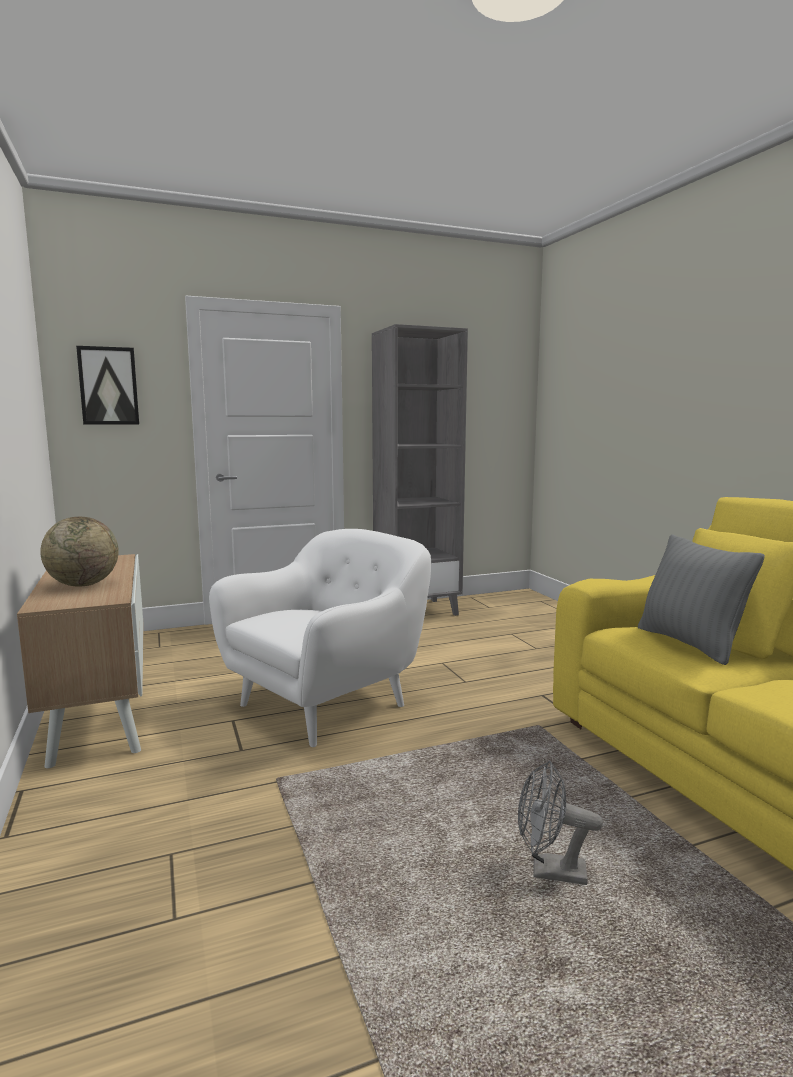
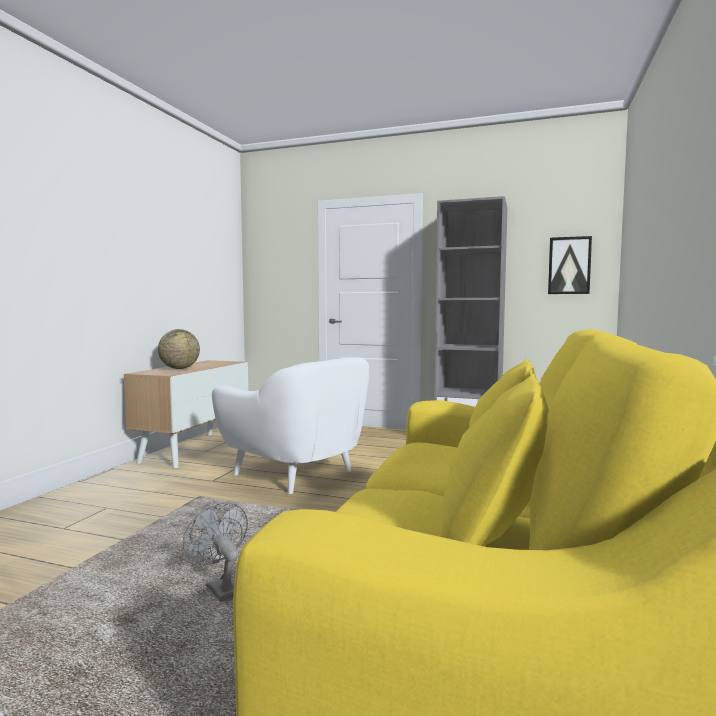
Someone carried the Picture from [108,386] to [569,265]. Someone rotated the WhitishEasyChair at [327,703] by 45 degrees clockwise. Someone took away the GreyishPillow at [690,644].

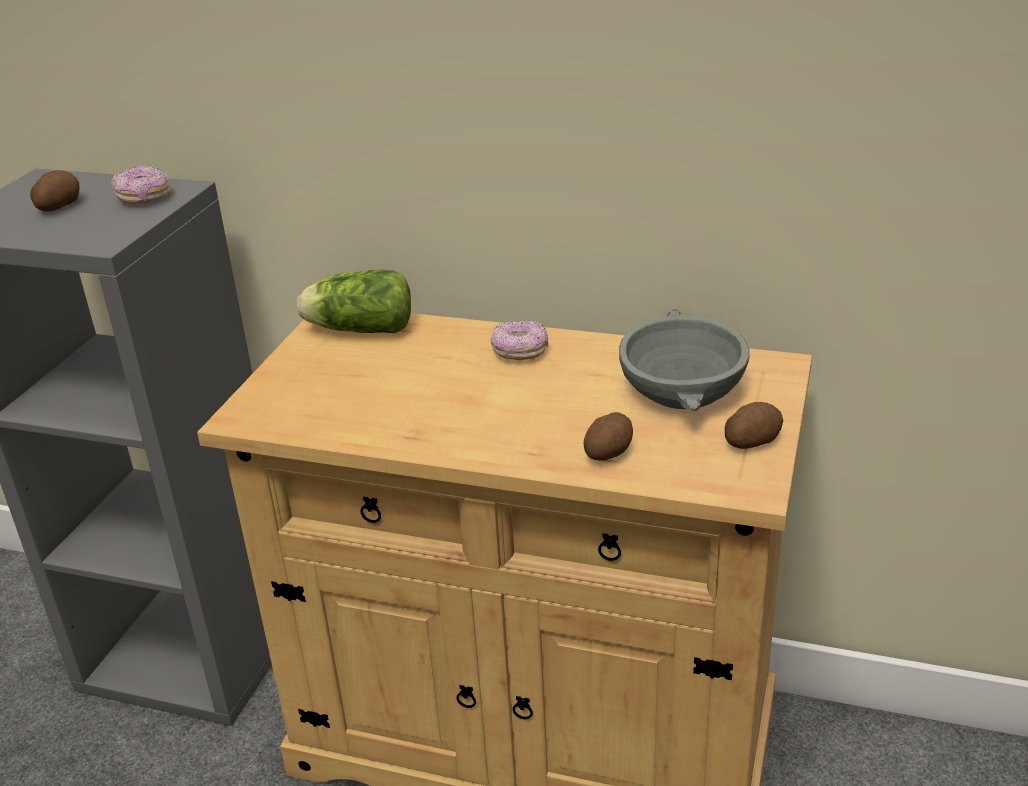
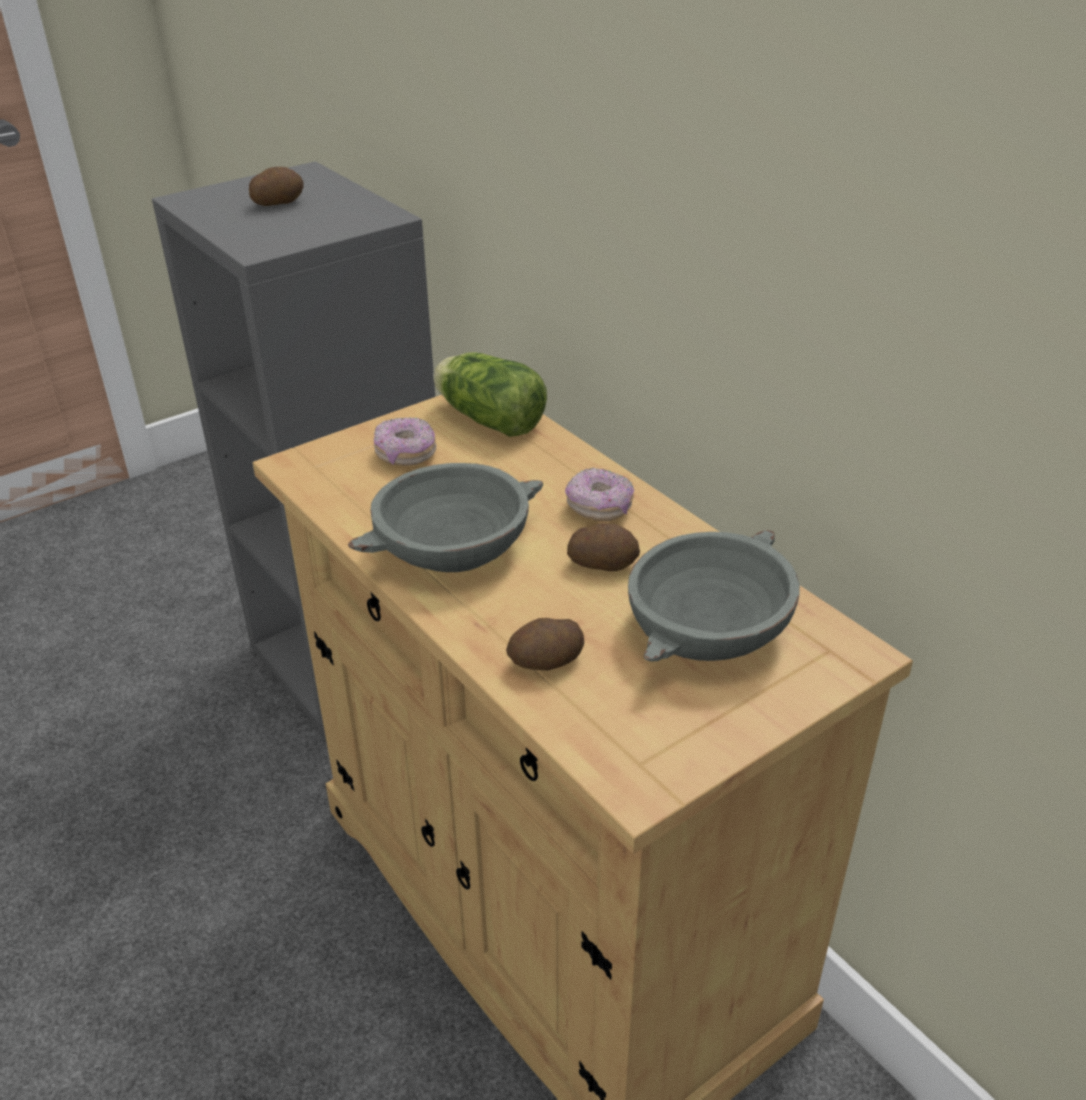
Someone carried the Donut from [144,198] to [405,454]. Someone carried the Spud from [751,441] to [603,563]. Someone put down the GreyishDeepDish at [452,546].

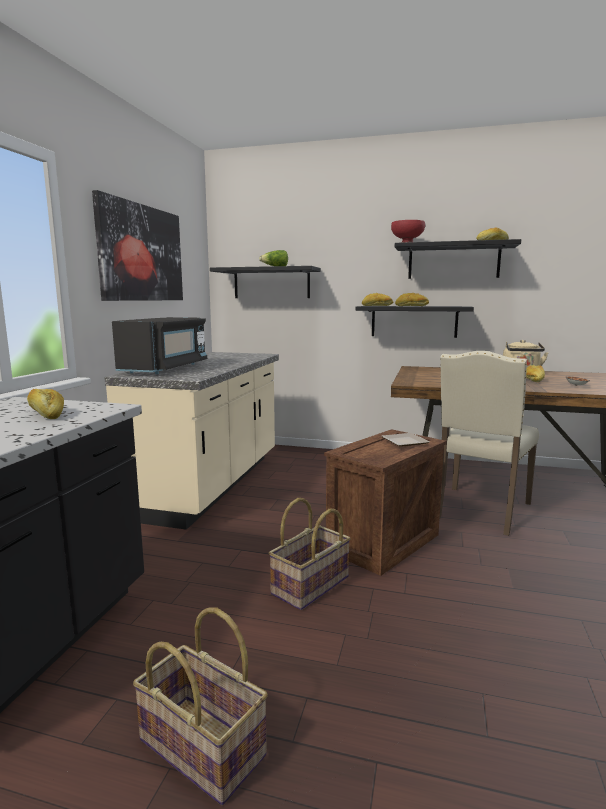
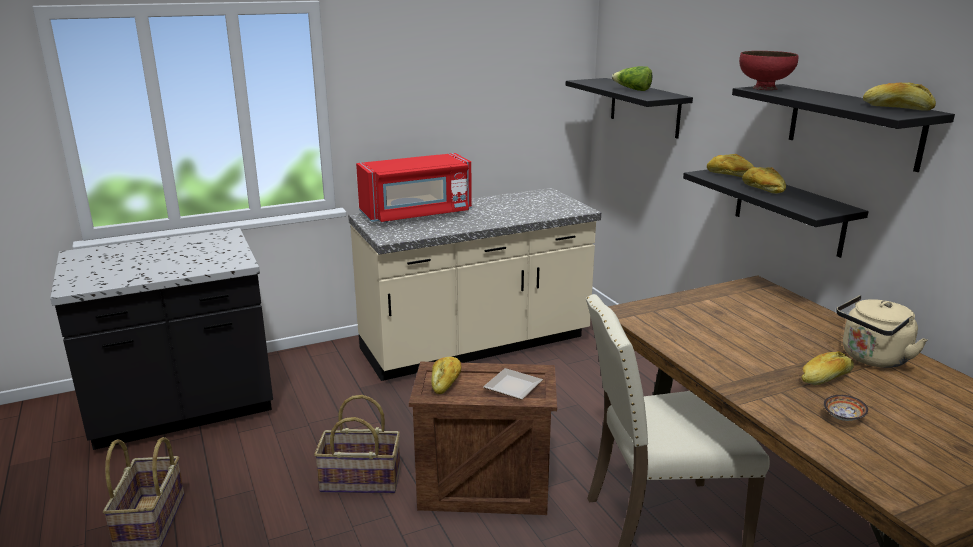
Someone carried the BakedBread from [47,414] to [446,381]. Someone took away the Picture at [141,253]. Someone repainted the BlackishKitchenMicrowave at [165,368], which became the ReddishKitchenMicrowave at [416,214].

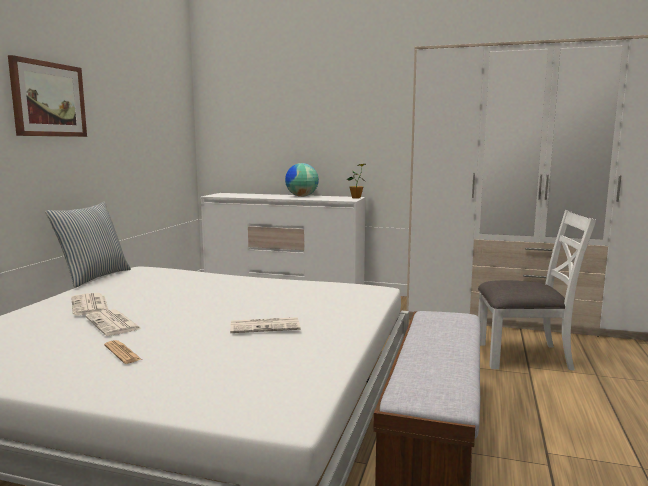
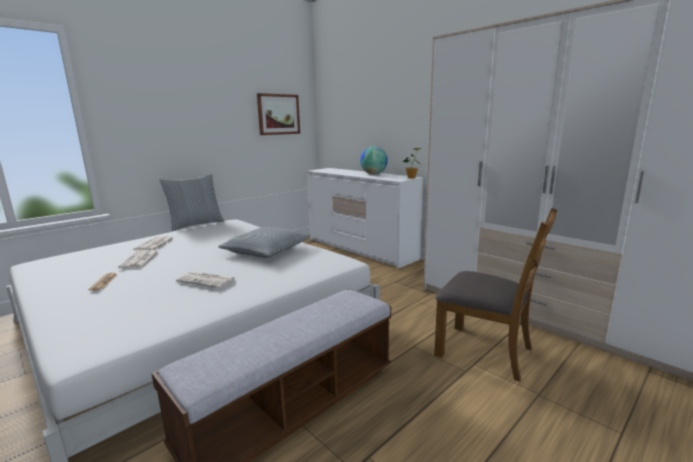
Someone carried the Picture from [48,99] to [278,114]. Someone repainted the WhitishPlainChair at [524,356], which became the BrownColouredPlainChair at [485,351]. Someone put down the Pillow at [265,251].

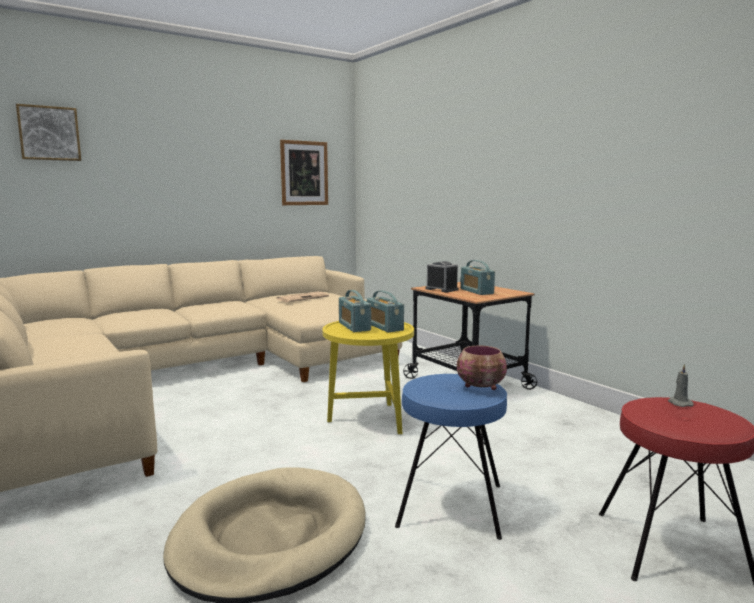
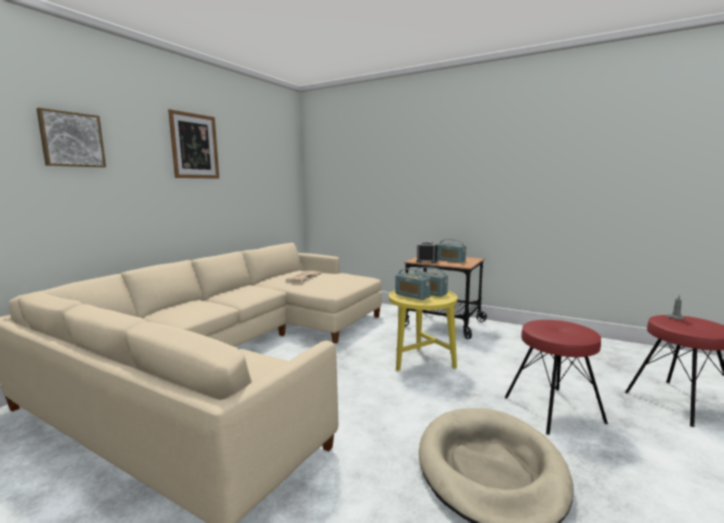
Someone carried the Picture from [304,173] to [194,146]. Someone repainted the BlueStoolSeat at [451,505], which became the ReddishStoolSeat at [553,409]. Someone took away the DeepDish at [482,387].

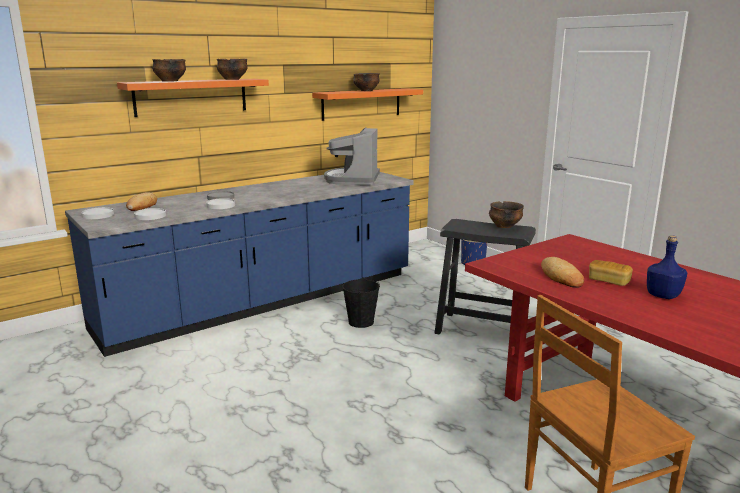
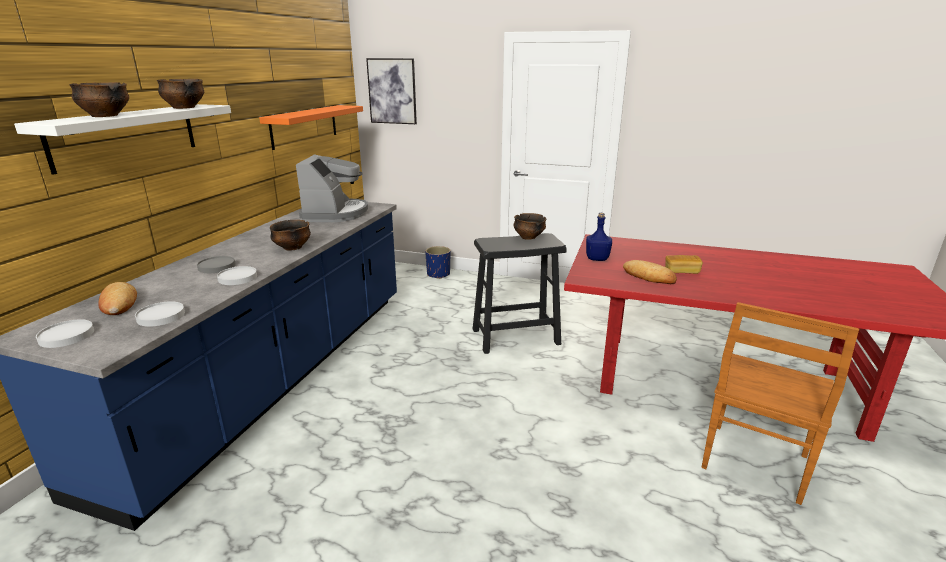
Someone repainted the OrangeyWallShelf at [191,97], which became the WhitishWallShelf at [126,135]. Someone rotated the CoffeeMachine at [353,179] by 150 degrees counterclockwise. Someone took away the BlackishWaterBucket at [360,322]. Someone carried the DeepDish from [366,91] to [292,248]. Someone carried the BlueBeverageBottle from [663,295] to [597,258]. Someone put up the Picture at [392,91].

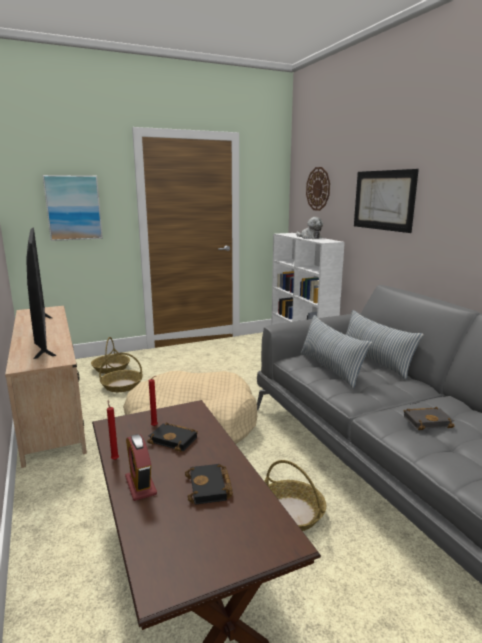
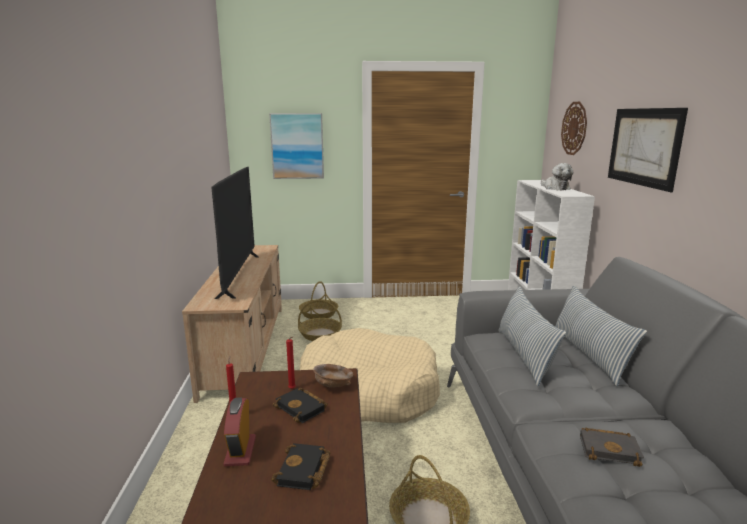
Someone put down the BrownColouredDeepDish at [333,385].

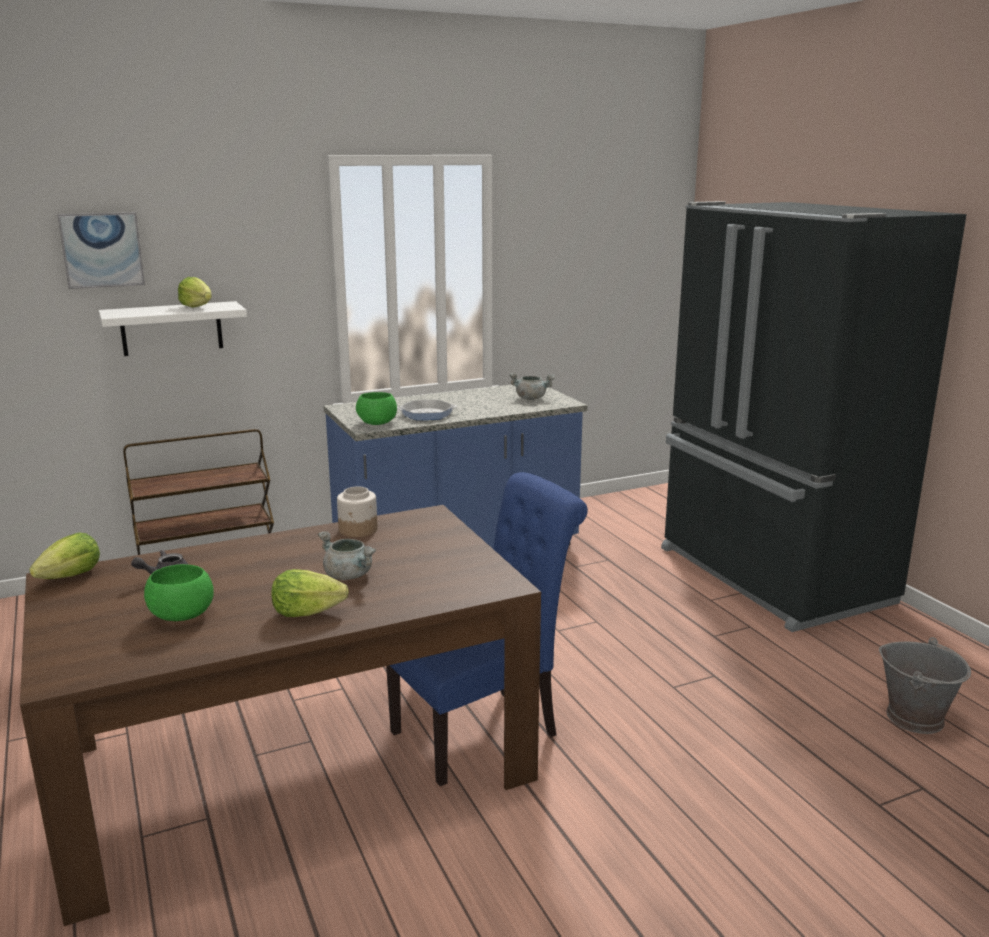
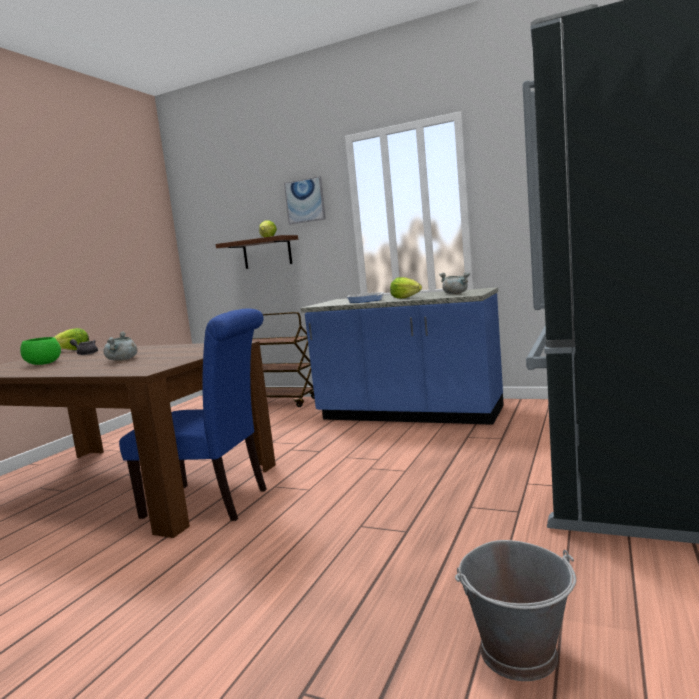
Someone carried the Picture from [102,250] to [305,201]. Someone repainted the WhitishWallShelf at [171,328], which became the BrownColouredWallShelf at [267,253]. Someone carried the LettuceHead from [306,612] to [405,298]. Someone took away the StorageJar at [358,530]. Someone took away the GreenColouredDeepDish at [377,423].

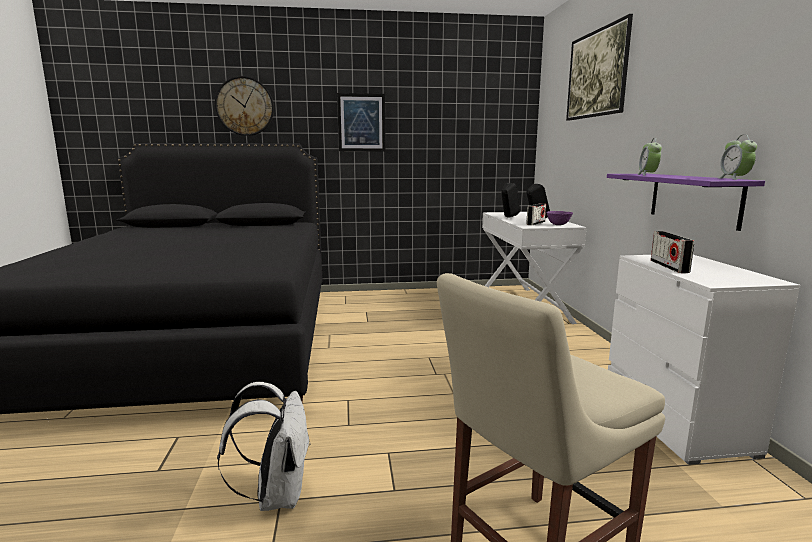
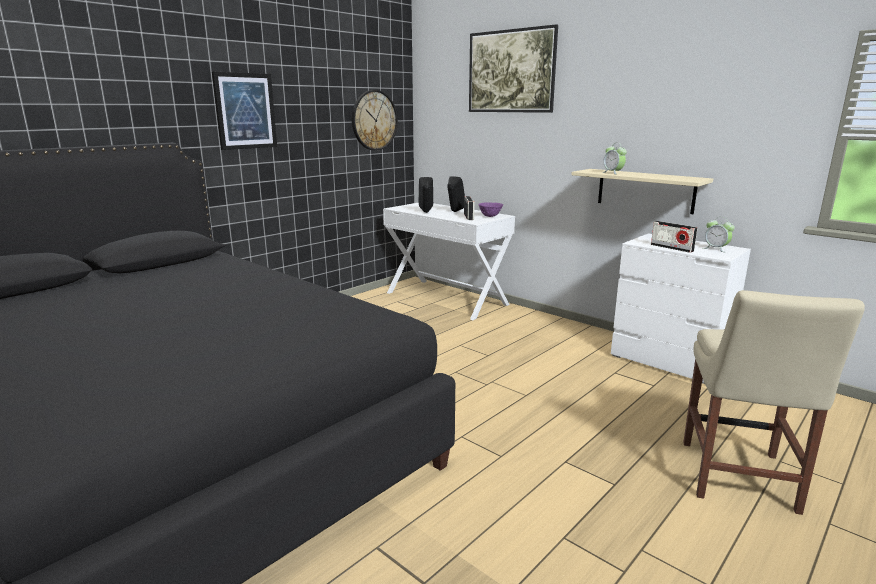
Someone carried the WallClock from [245,106] to [374,120]. Someone took away the WhitishBackpack at [277,495]. Someone repainted the PurpleWallShelf at [694,199], which became the BeigeColouredWallShelf at [645,190]. Someone carried the AlarmClock from [734,179] to [716,249].

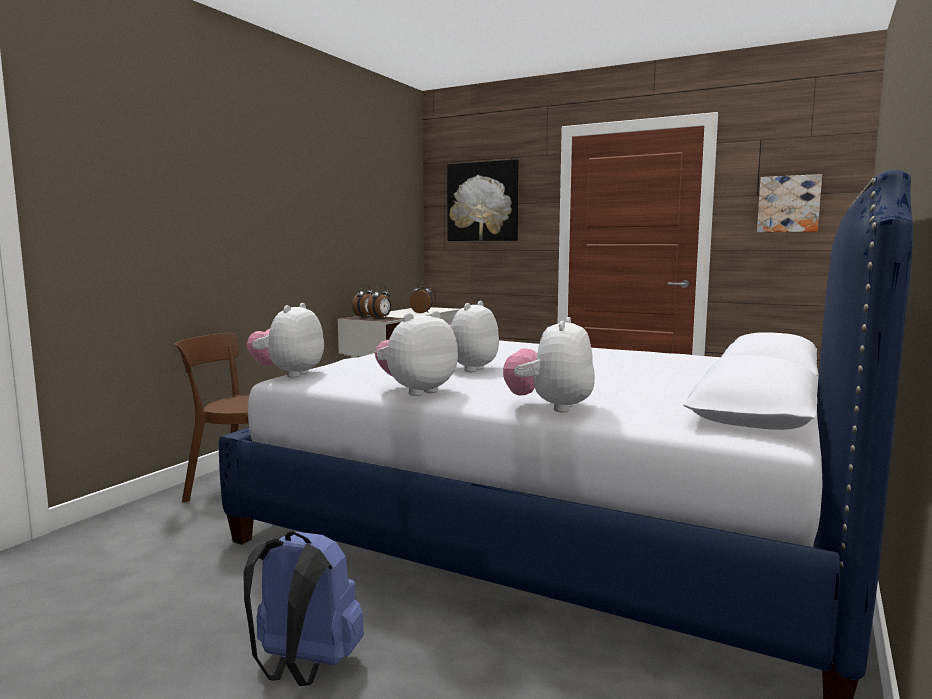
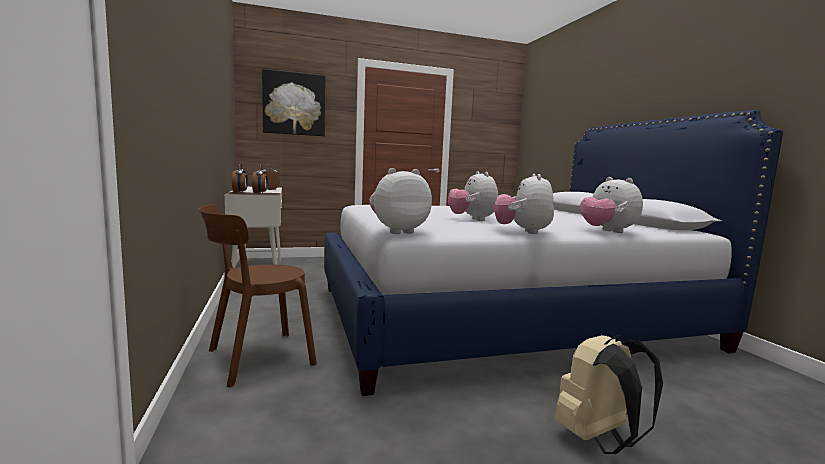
Someone repainted the BlueBackpack at [303,668], which became the BeigeColouredBackpack at [598,440]. Someone rotated the CuddlyToy at [289,374] by 90 degrees clockwise. Someone took away the Picture at [789,204].

